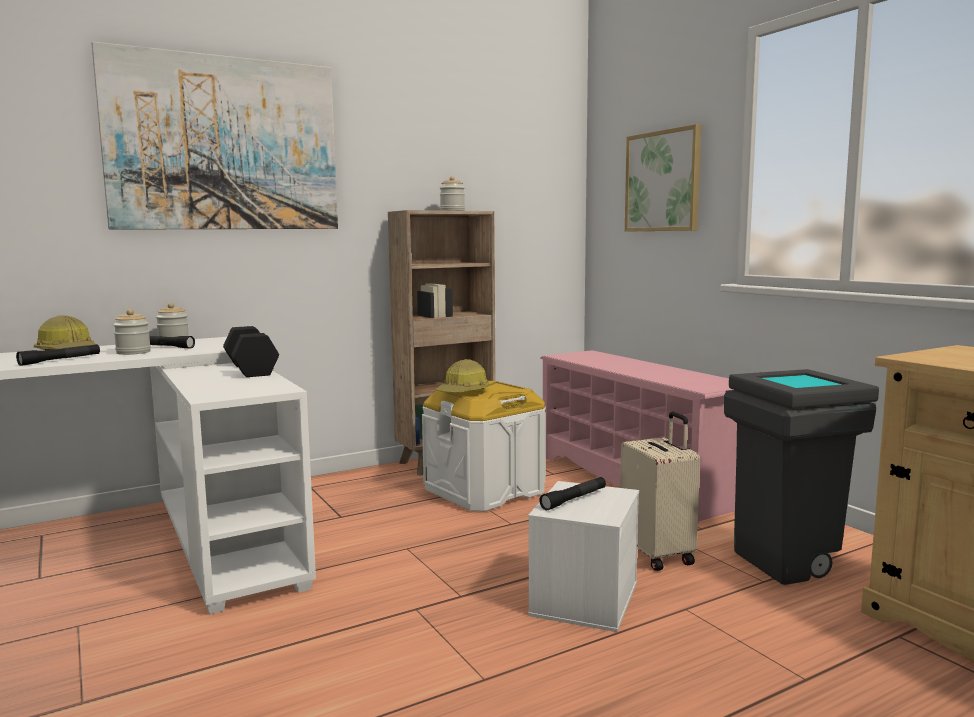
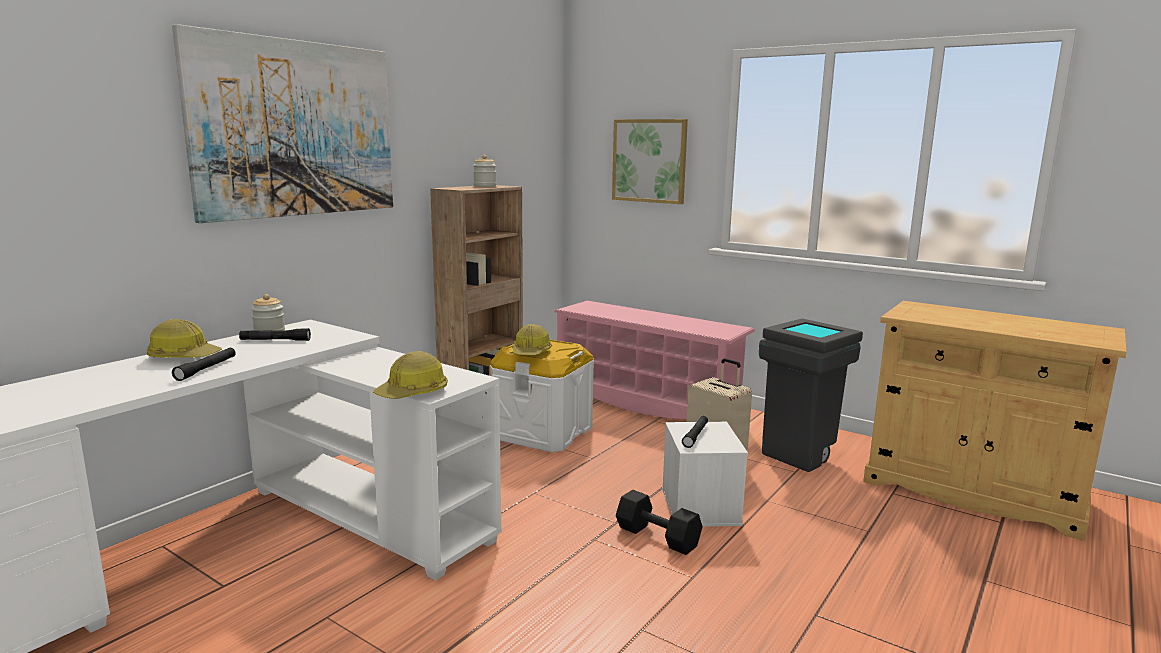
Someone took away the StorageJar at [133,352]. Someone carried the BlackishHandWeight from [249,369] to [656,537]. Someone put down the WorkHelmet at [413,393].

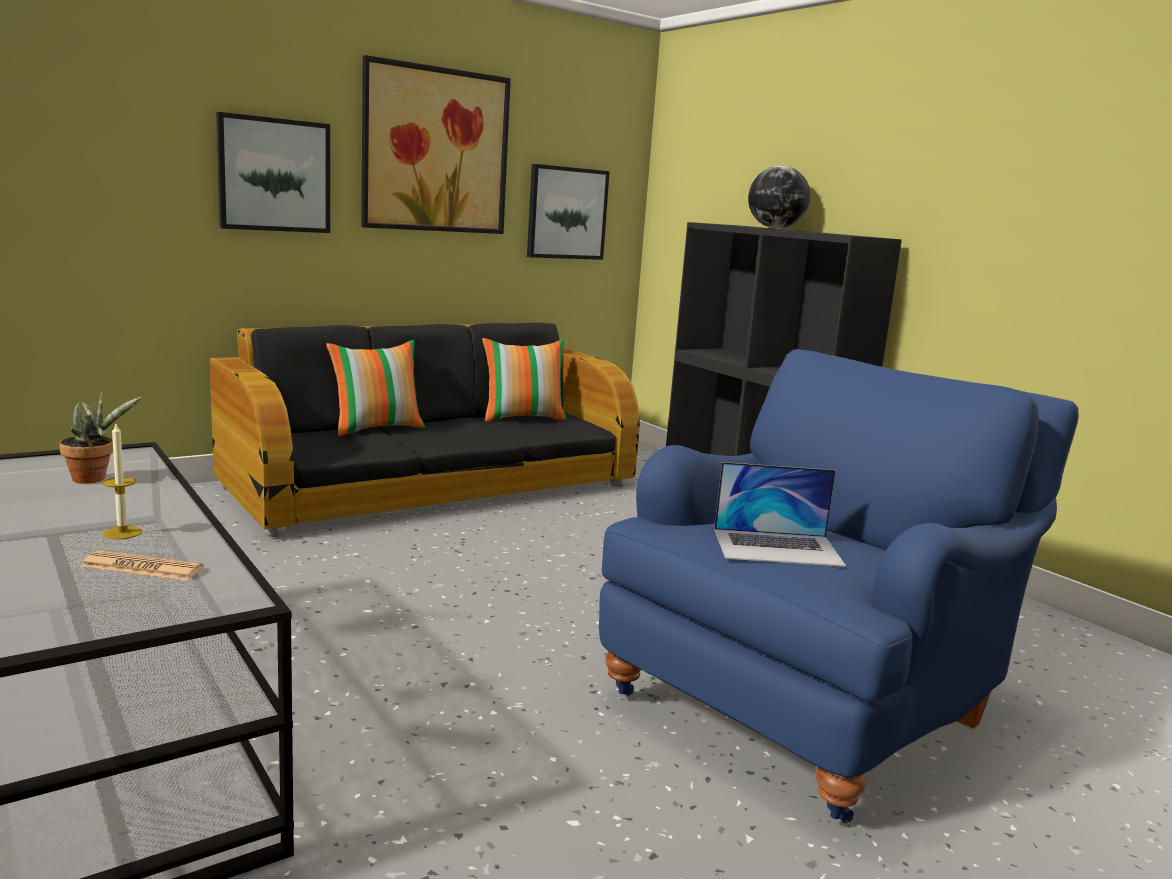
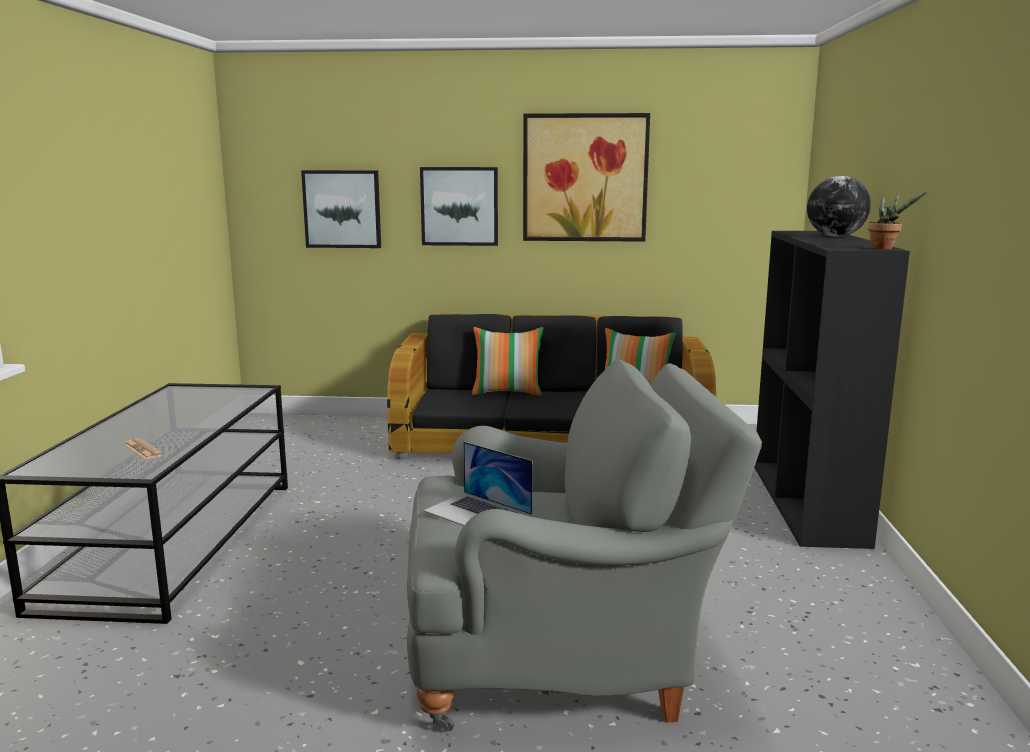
Someone carried the Houseplant from [94,478] to [885,248]. Someone took away the WaxCandle at [122,533]. Someone carried the Picture from [566,213] to [342,209]. Someone repainted the BlueEasyChair at [808,704], which became the GreyishEasyChair at [561,657].

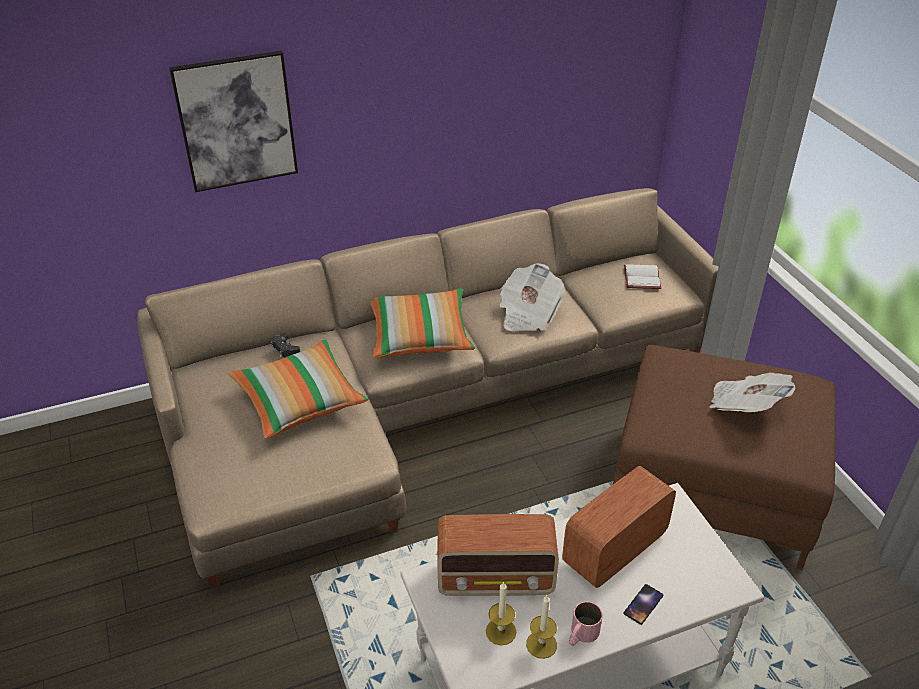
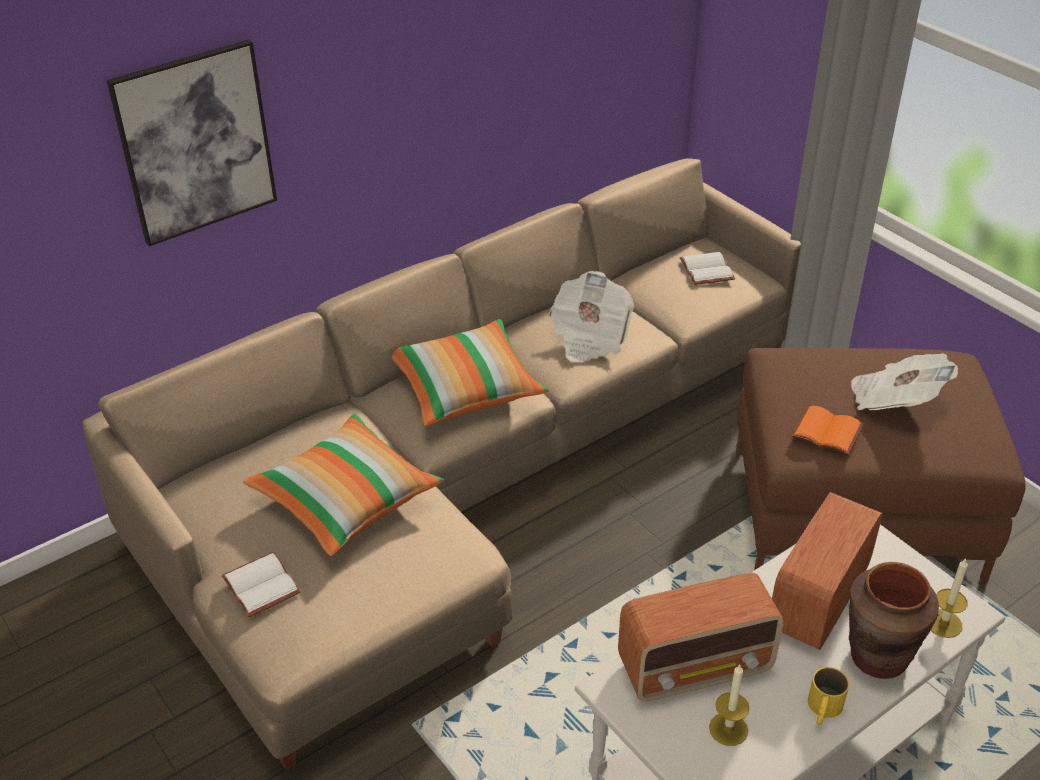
Someone took away the BlackishGamepad at [285,349]. Someone carried the WaxCandle from [541,644] to [943,623]. Someone repainted the PinkColouredMug at [581,635], which became the YellowColouredMug at [823,710]. Someone swapped the Phone at [643,604] for the BrownColouredVase at [878,657]. Someone put down the WhitishBoundBook at [259,586]. Someone put down the OrangeyBoundBook at [828,431].

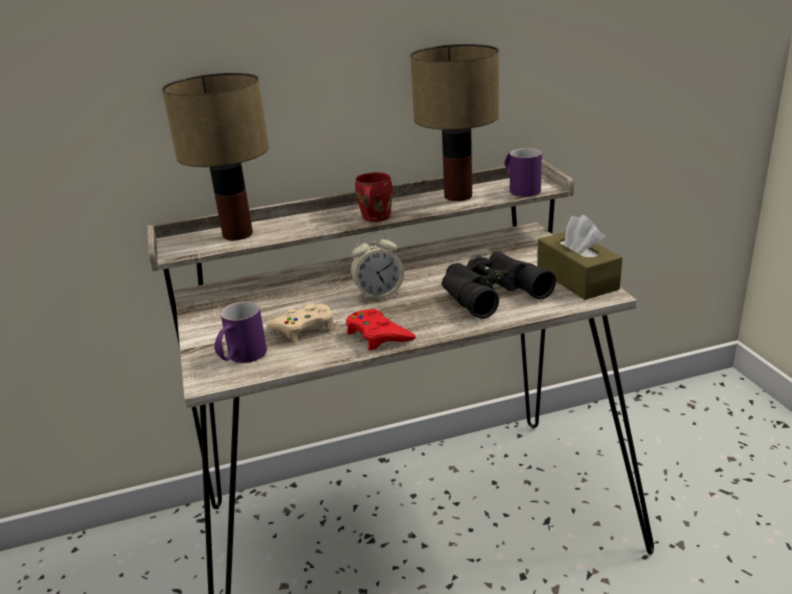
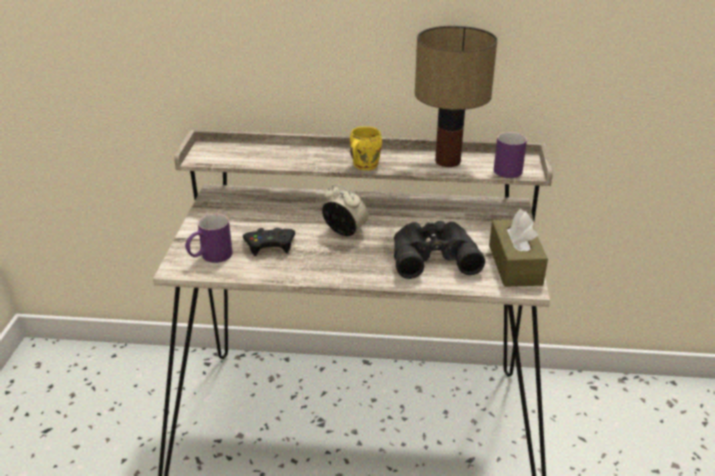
Someone took away the LampForATable at [236,235]. Someone repainted the BeigeColouredGamepad at [304,328], which became the BlackishGamepad at [270,245]. Someone took away the ReddishGamepad at [378,335]. Someone rotated the AlarmClock at [378,294] by 150 degrees counterclockwise. Someone repainted the ReddishMug at [374,218], which became the YellowColouredMug at [363,165].

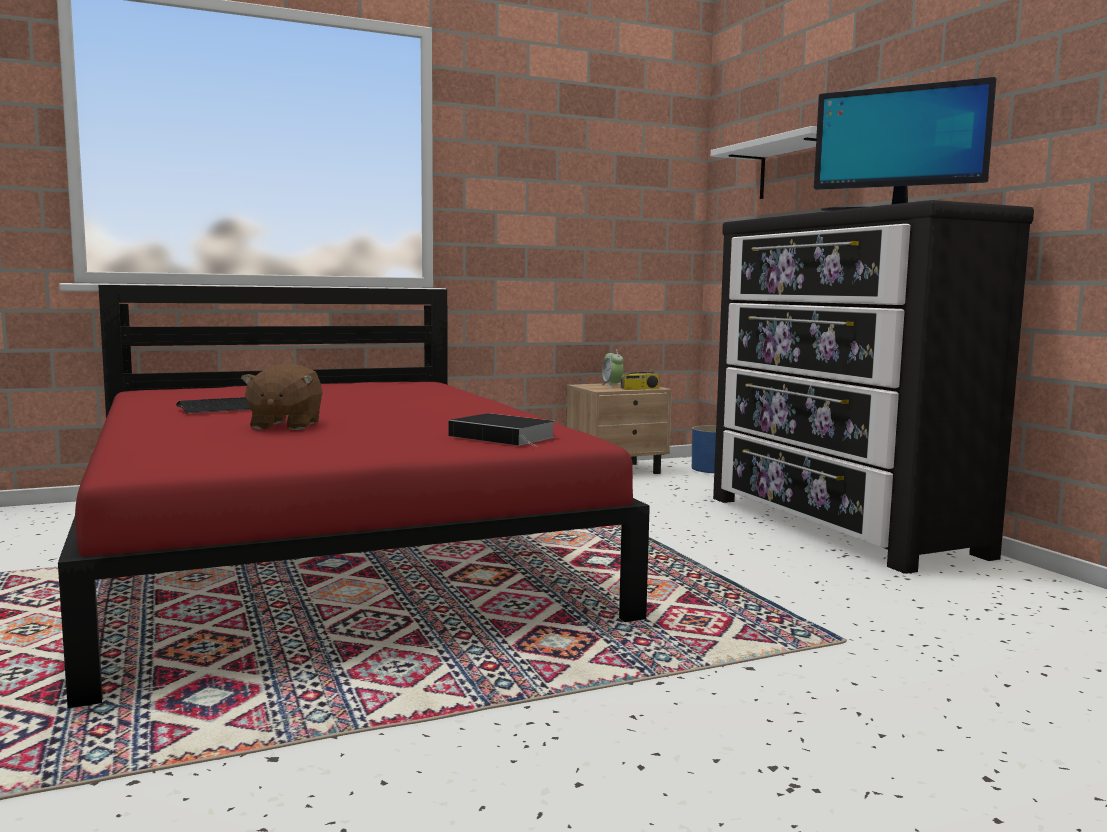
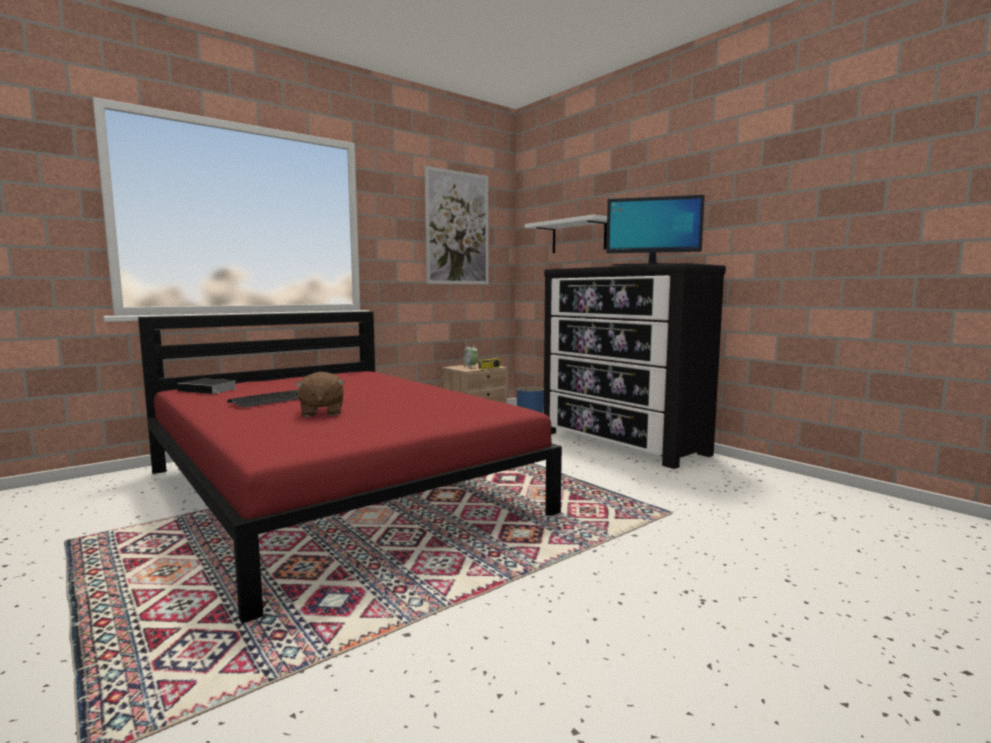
Someone carried the BoundBook from [505,437] to [209,389]. Someone put up the Picture at [457,228].

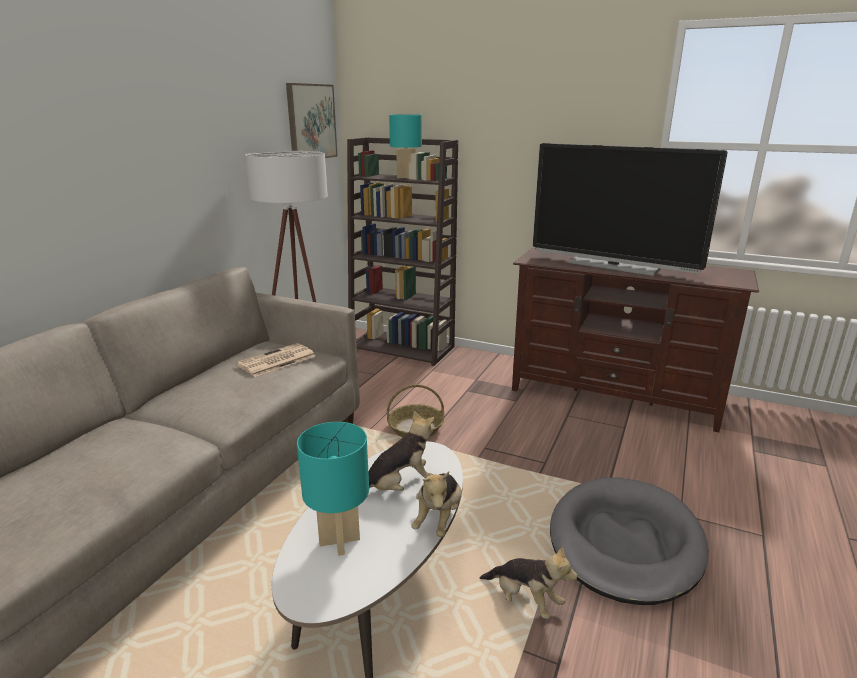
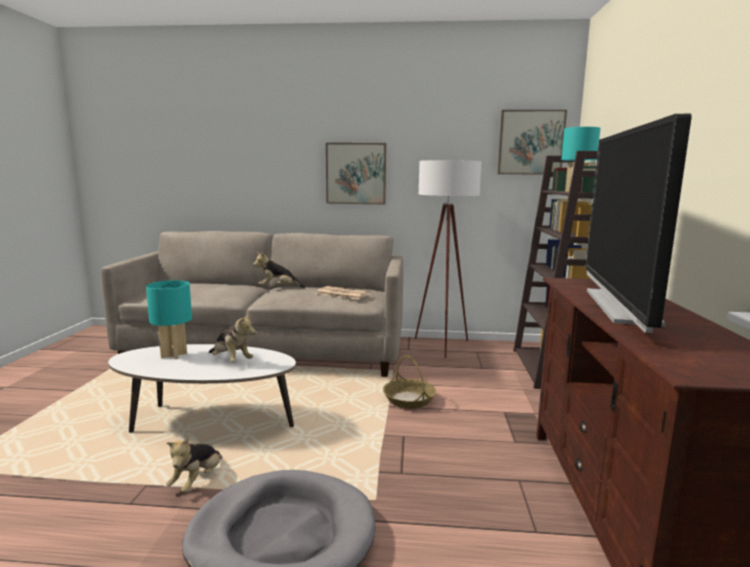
Someone carried the CuddlyToy from [438,518] to [278,288]. Someone put up the Picture at [356,173].

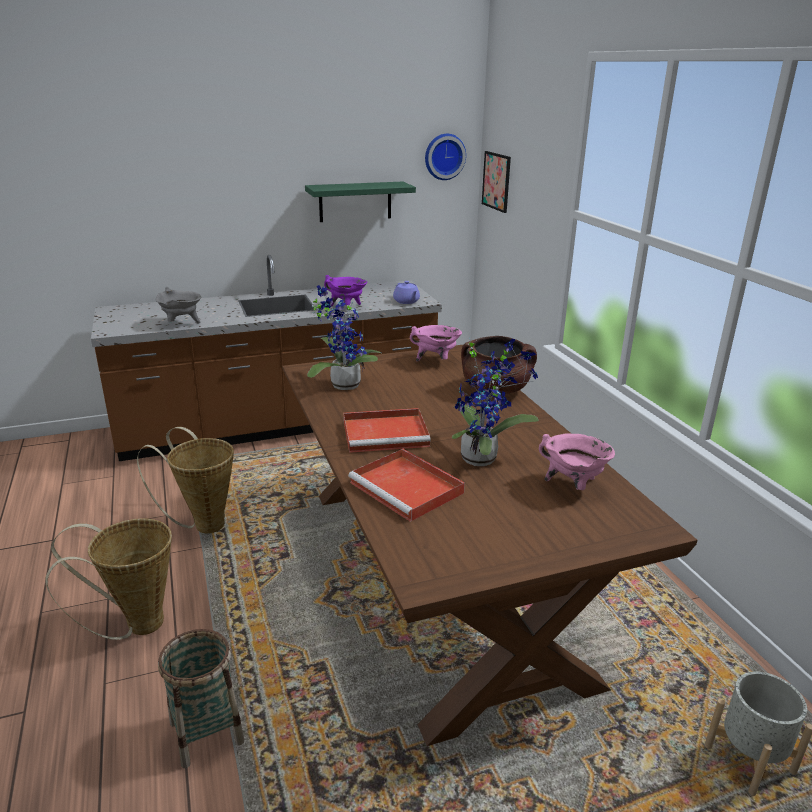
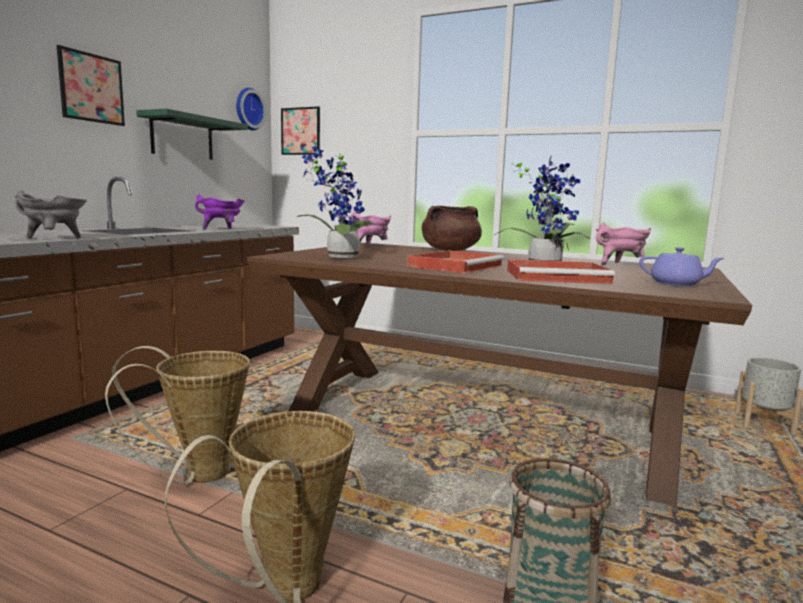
Someone carried the PurplePotForTea from [406,301] to [677,284]. Someone put up the Picture at [91,88].

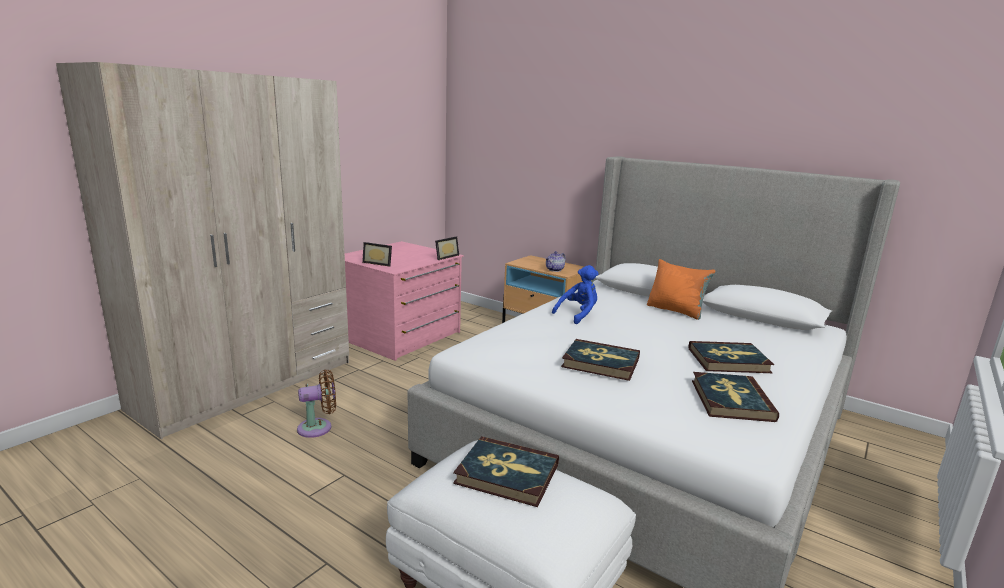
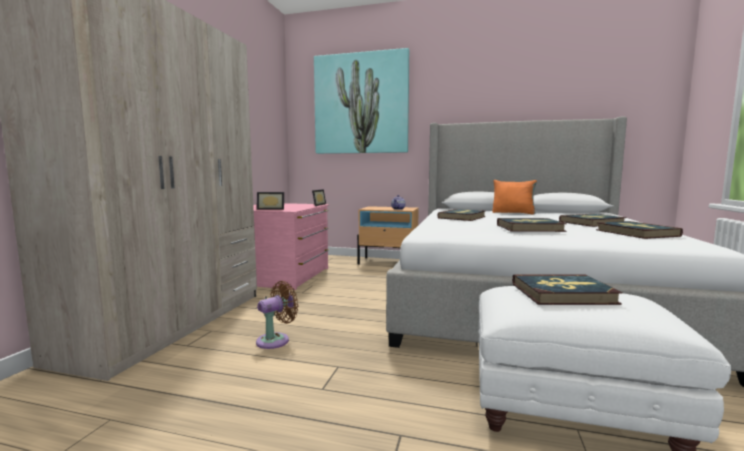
Someone swapped the BlueCuddlyToy at [578,314] for the BoundBook at [462,217]. Someone put up the Picture at [361,104].

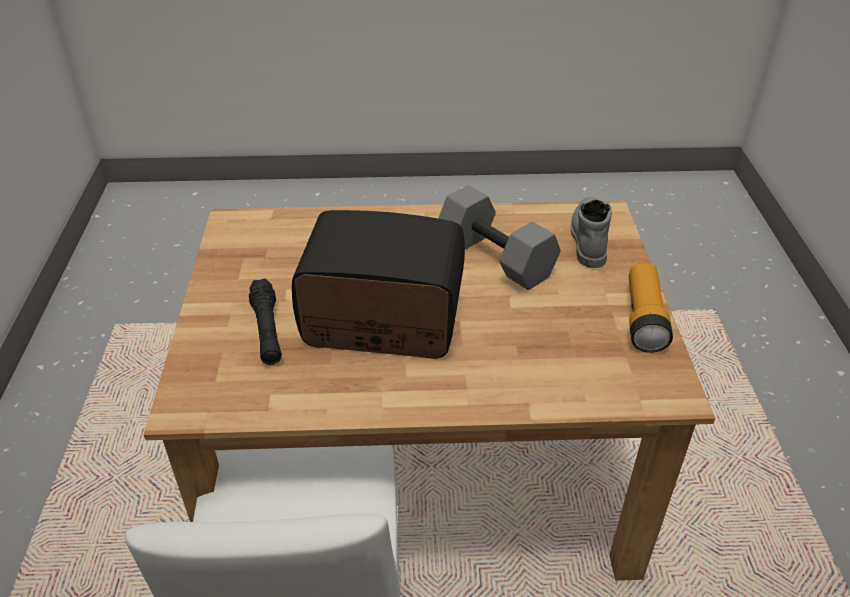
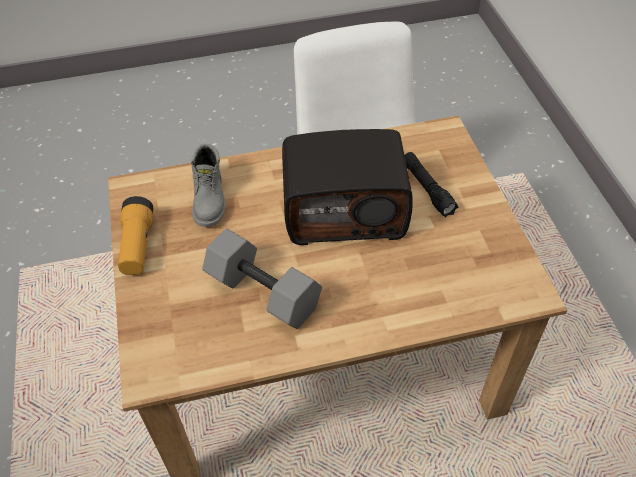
Someone carried the GreyishBoot from [587,238] to [210,199].

